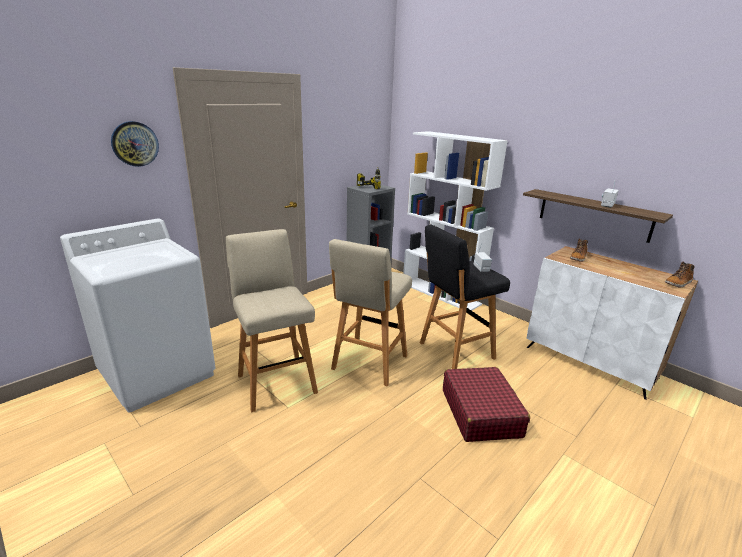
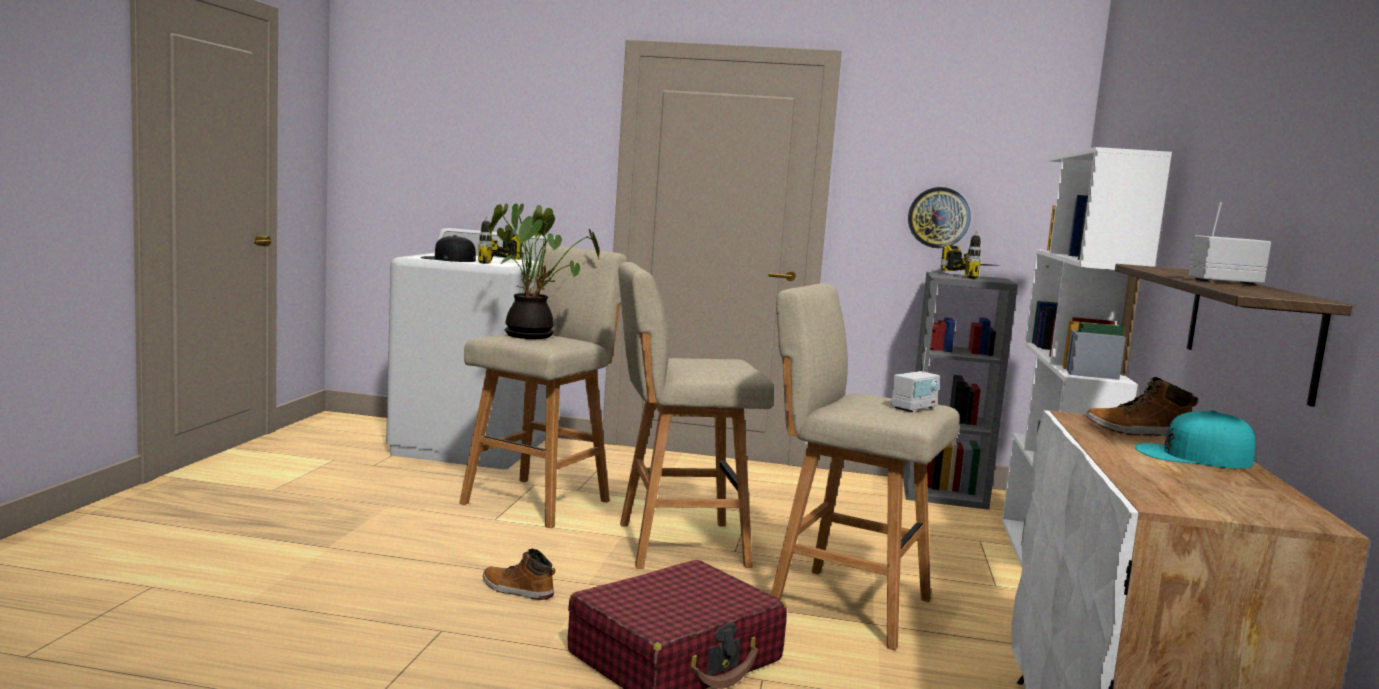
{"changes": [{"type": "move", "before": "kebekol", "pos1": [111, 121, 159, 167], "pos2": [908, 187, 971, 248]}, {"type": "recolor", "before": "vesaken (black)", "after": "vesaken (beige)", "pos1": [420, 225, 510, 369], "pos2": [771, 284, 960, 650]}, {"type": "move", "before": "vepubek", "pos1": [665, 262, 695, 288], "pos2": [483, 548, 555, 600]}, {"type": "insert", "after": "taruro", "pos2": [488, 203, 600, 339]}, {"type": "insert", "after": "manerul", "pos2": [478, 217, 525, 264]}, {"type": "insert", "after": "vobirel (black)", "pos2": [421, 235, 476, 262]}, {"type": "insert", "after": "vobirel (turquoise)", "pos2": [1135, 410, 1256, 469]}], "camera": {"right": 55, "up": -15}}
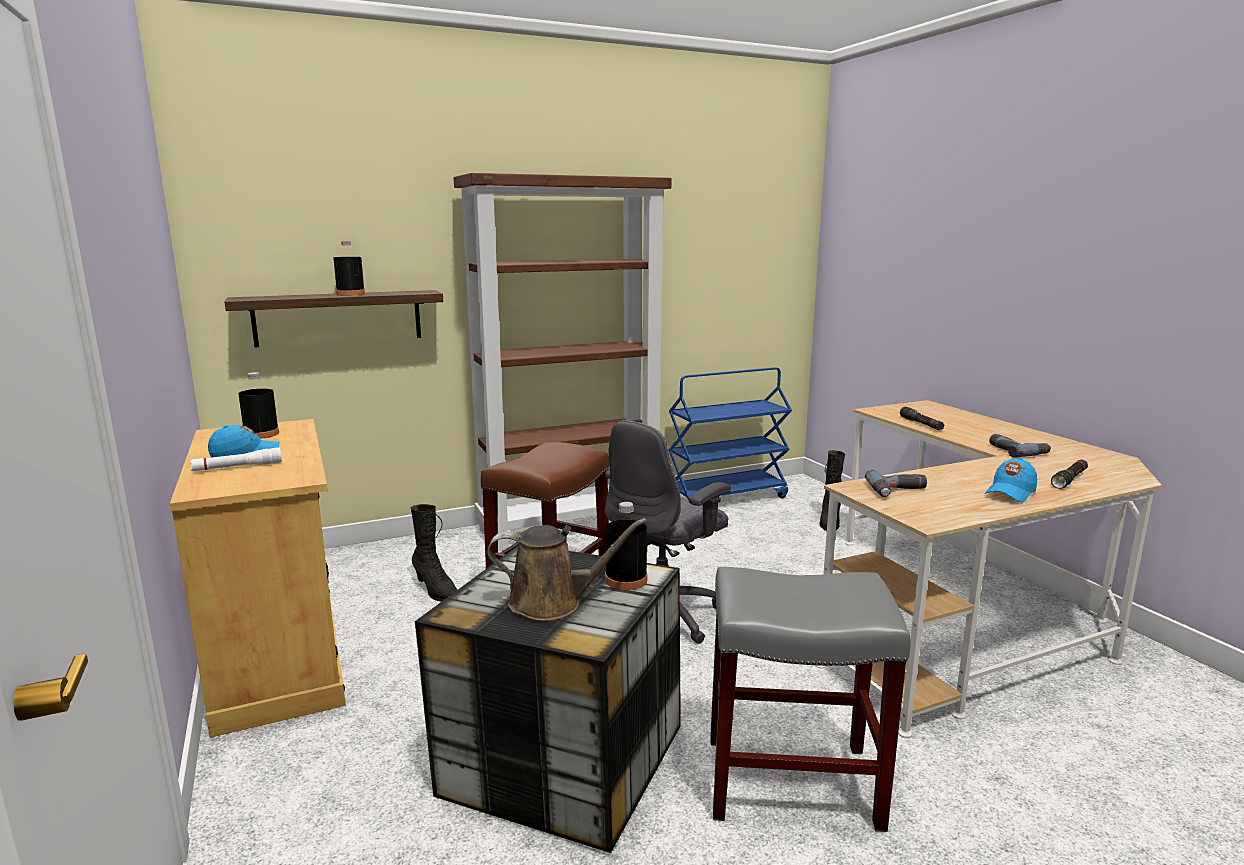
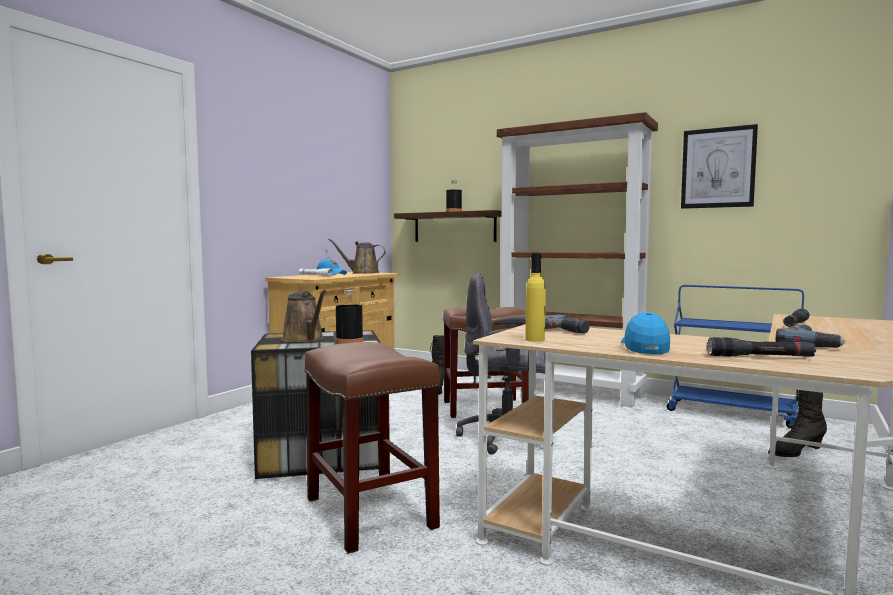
{"changes": [{"type": "replace", "before": "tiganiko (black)", "after": "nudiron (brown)", "pos1": [238, 372, 279, 439], "pos2": [328, 239, 386, 274]}, {"type": "rotate", "before": "vobirel (blue)", "pos1": [984, 458, 1037, 502], "pos2": [621, 312, 670, 354], "turn": 90}, {"type": "recolor", "before": "vesaken (grey)", "after": "vesaken (brown)", "pos1": [710, 567, 911, 832], "pos2": [304, 342, 440, 554]}, {"type": "insert", "after": "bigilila", "pos2": [681, 124, 758, 209]}, {"type": "insert", "after": "tiganiko (yellow)", "pos2": [525, 253, 546, 342]}], "camera": {"right": 55, "up": -10}}
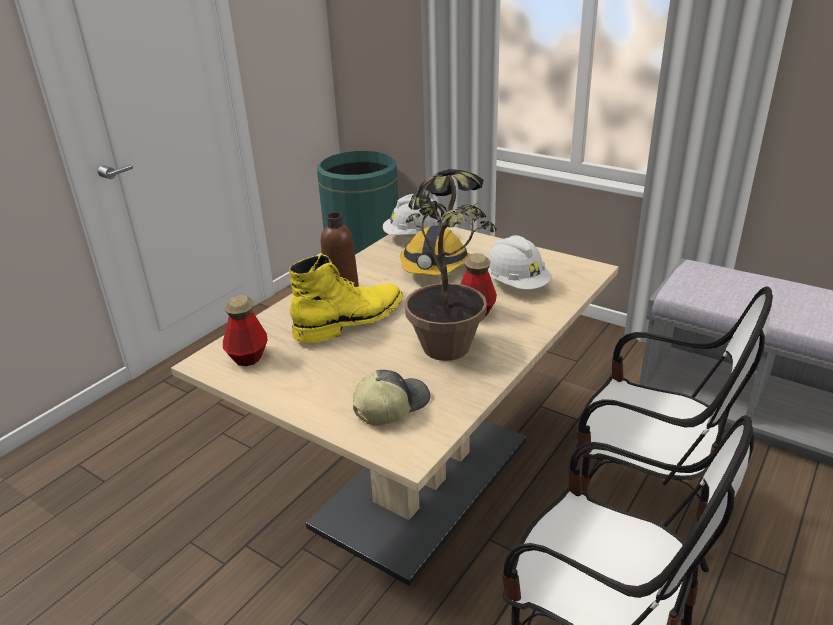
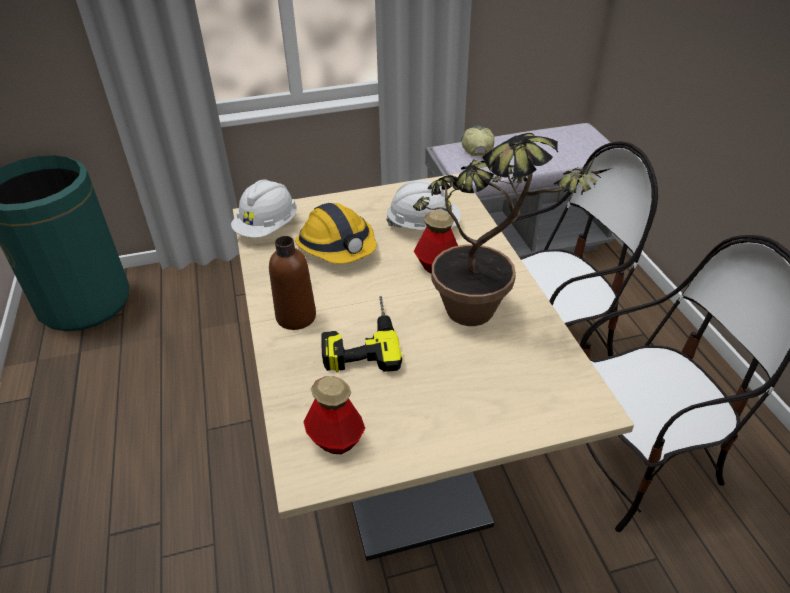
{"changes": [{"type": "replace", "before": "vepubek (yellow)", "after": "manerul", "pos1": [289, 254, 403, 343], "pos2": [321, 296, 402, 372]}, {"type": "move", "before": "vobirel", "pos1": [353, 370, 430, 426], "pos2": [461, 125, 494, 156]}], "camera": {"right": -50, "up": 10}}
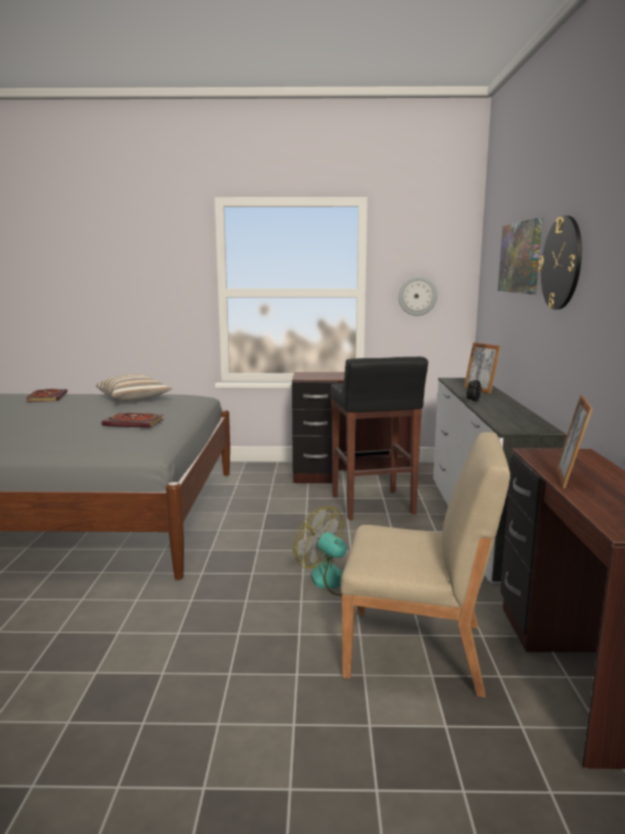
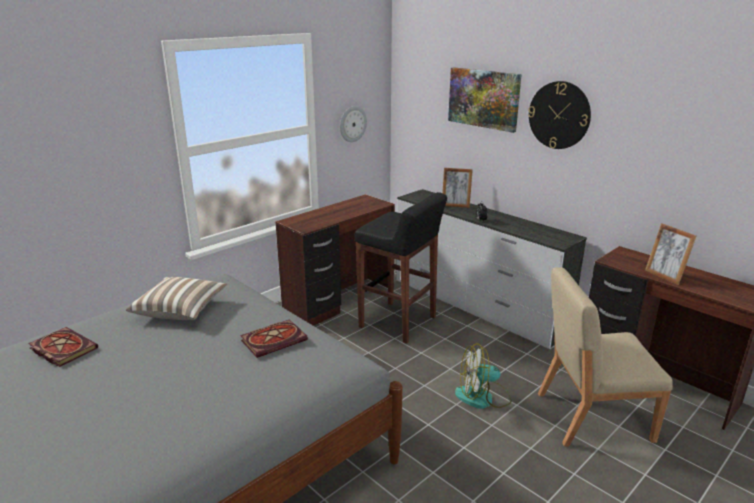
{"changes": [{"type": "rotate", "before": "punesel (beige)", "pos1": [340, 432, 510, 697], "pos2": [538, 267, 673, 447], "turn": -150}], "camera": {"right": -45, "up": 10}}
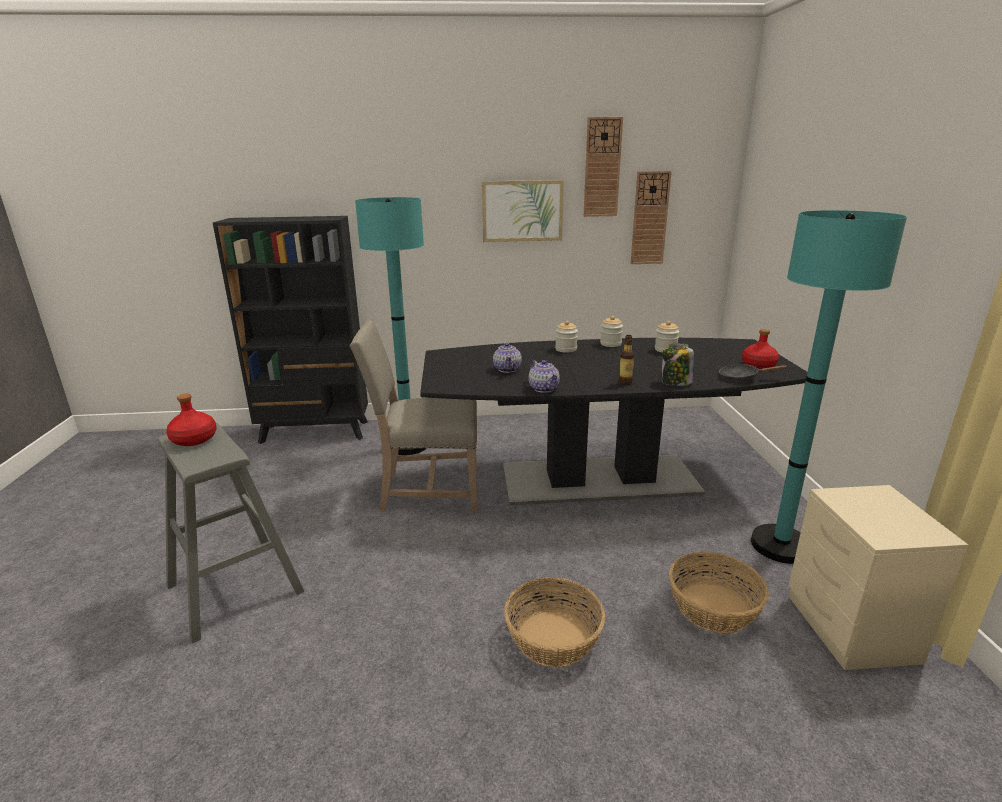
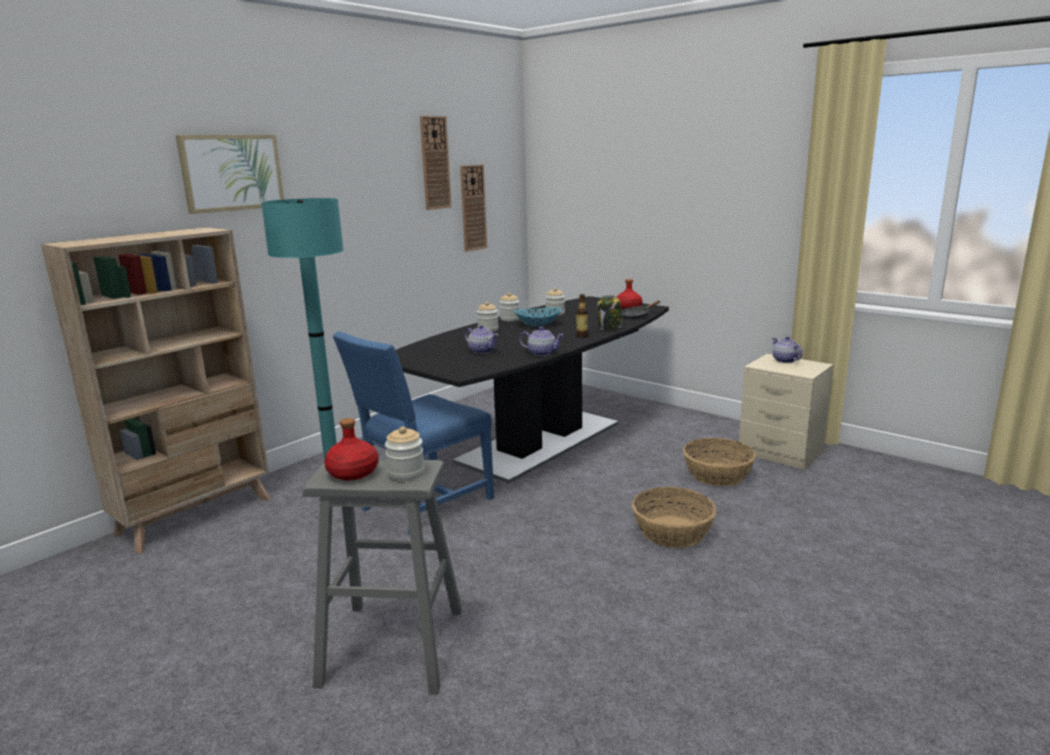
{"changes": [{"type": "move", "before": "bigilila", "pos1": [482, 180, 564, 242], "pos2": [176, 135, 284, 214]}, {"type": "delete", "before": "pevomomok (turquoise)", "pos1": [751, 210, 907, 564]}, {"type": "recolor", "before": "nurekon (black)", "after": "nurekon (beige)", "pos1": [213, 216, 368, 444], "pos2": [41, 227, 270, 553]}, {"type": "recolor", "before": "punesel (beige)", "after": "punesel (blue)", "pos1": [350, 320, 477, 513], "pos2": [333, 331, 494, 535]}, {"type": "insert", "after": "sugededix", "pos2": [514, 307, 561, 327]}, {"type": "insert", "after": "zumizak", "pos2": [772, 336, 803, 363]}, {"type": "insert", "after": "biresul", "pos2": [385, 426, 425, 481]}], "camera": {"right": -45, "up": -5}}
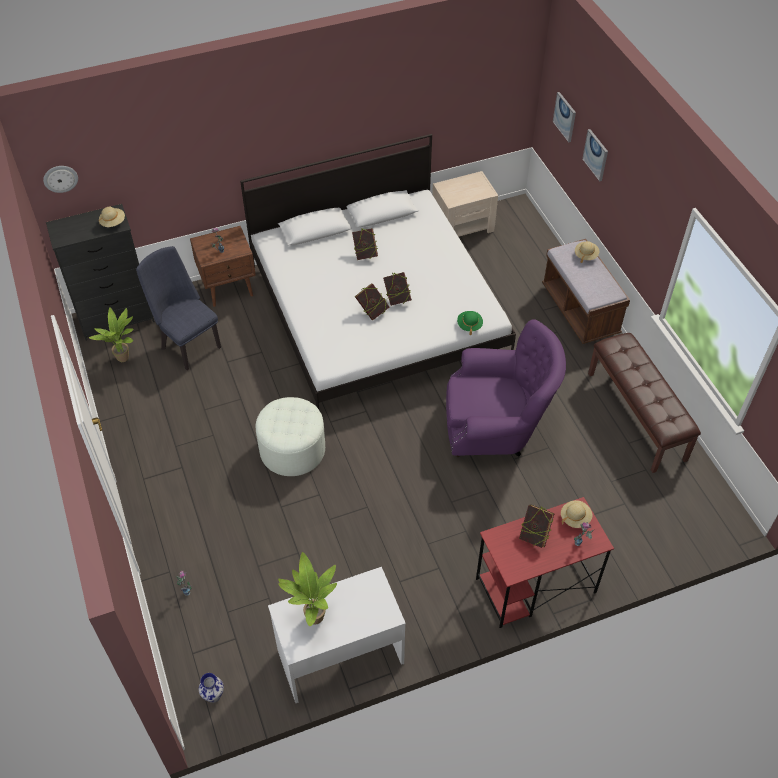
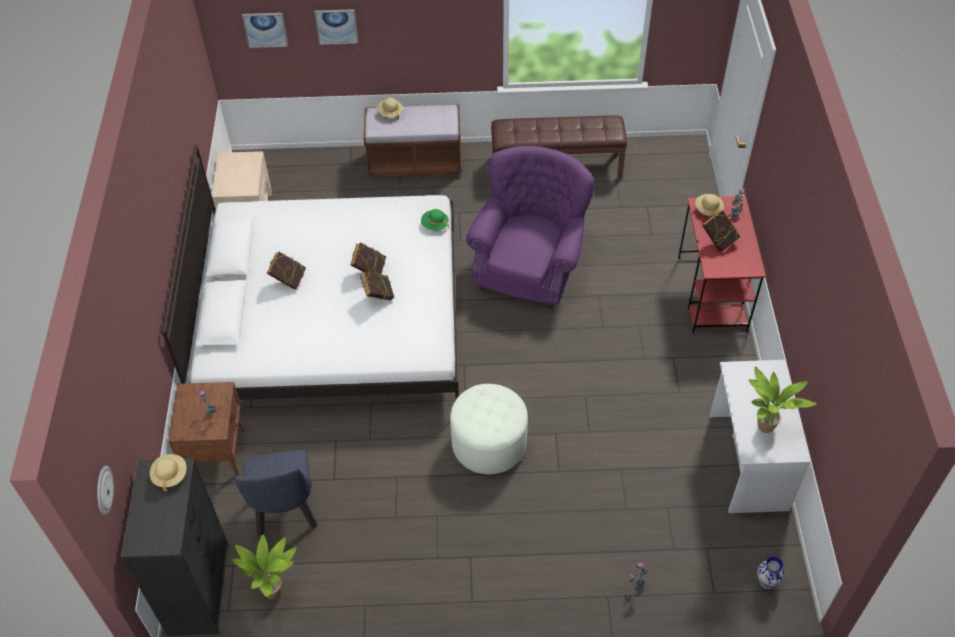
{"changes": [{"type": "rotate", "before": "punesel (blue)", "pos1": [136, 246, 221, 370], "pos2": [235, 450, 317, 537], "turn": -75}], "camera": {"right": -70, "up": 0}}
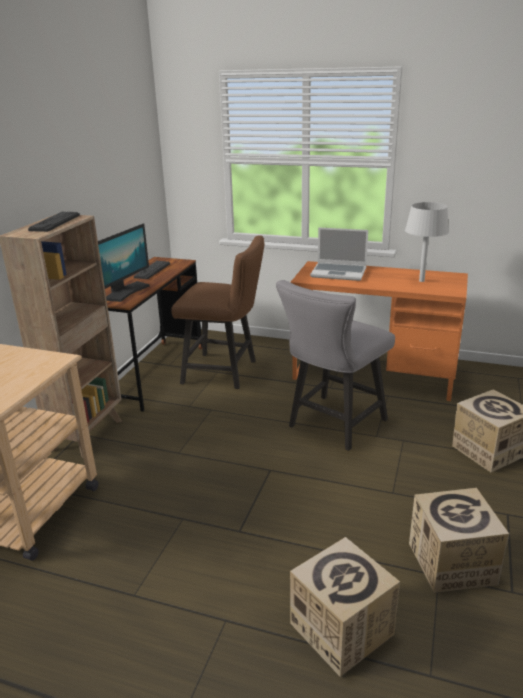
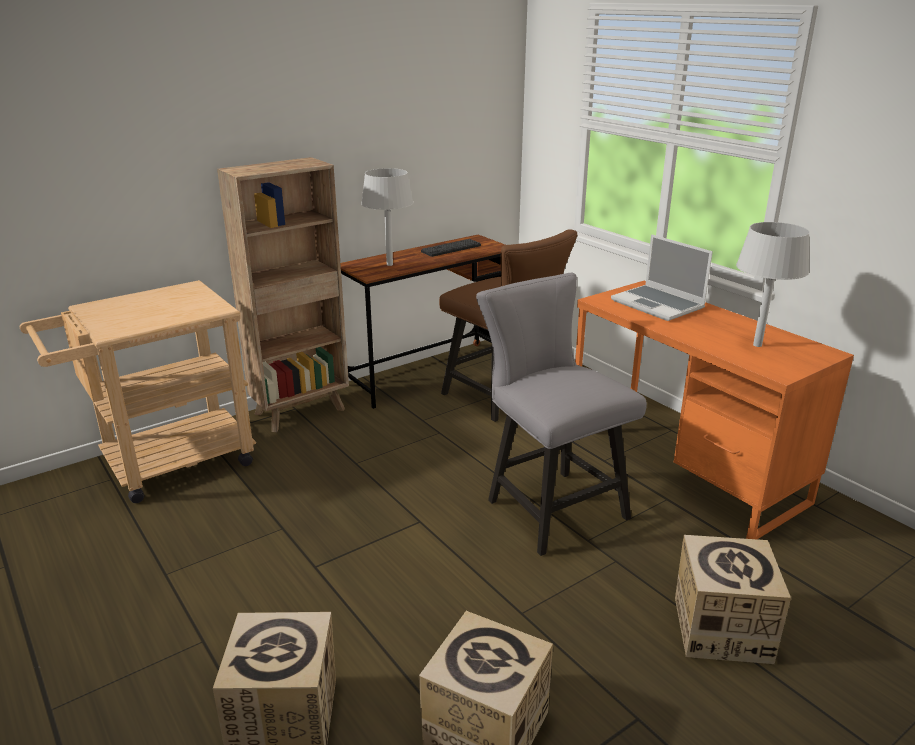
{"changes": [{"type": "delete", "before": "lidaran", "pos1": [28, 212, 80, 232]}, {"type": "replace", "before": "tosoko", "after": "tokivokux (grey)", "pos1": [98, 223, 150, 302], "pos2": [361, 168, 413, 266]}, {"type": "rotate", "before": "punesel (grey)", "pos1": [276, 280, 395, 451], "pos2": [476, 273, 647, 556], "turn": 75}], "camera": {"right": 35, "up": 0}}
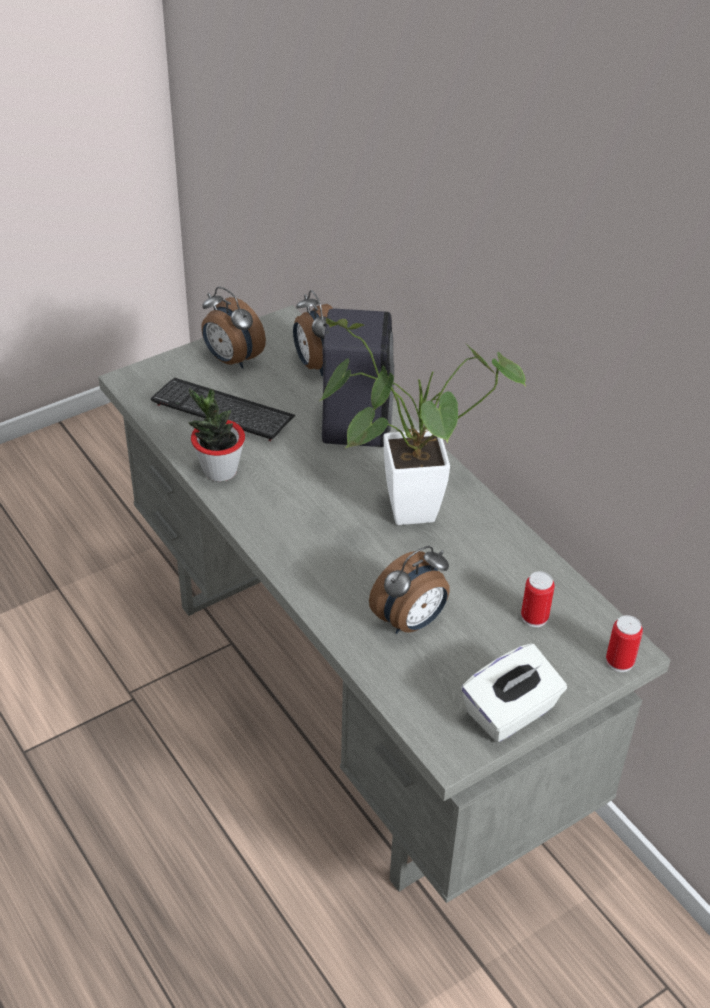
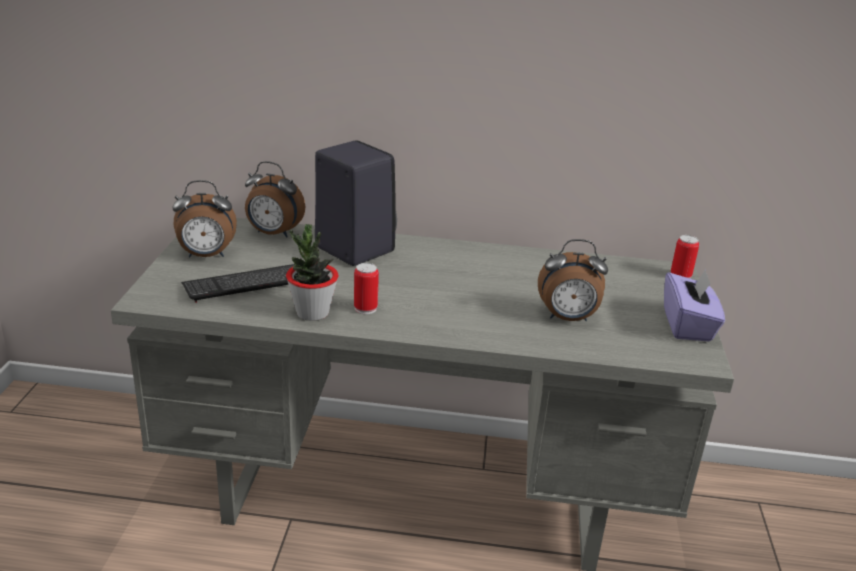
{"changes": [{"type": "delete", "before": "taruro", "pos1": [320, 318, 526, 525]}, {"type": "rotate", "before": "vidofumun", "pos1": [369, 546, 450, 634], "pos2": [538, 239, 608, 321], "turn": 90}, {"type": "move", "before": "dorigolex", "pos1": [521, 571, 555, 627], "pos2": [354, 263, 379, 314]}, {"type": "recolor", "before": "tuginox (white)", "after": "tuginox (purple)", "pos1": [461, 643, 567, 742], "pos2": [664, 269, 725, 342]}], "camera": {"right": -50, "up": -15}}
